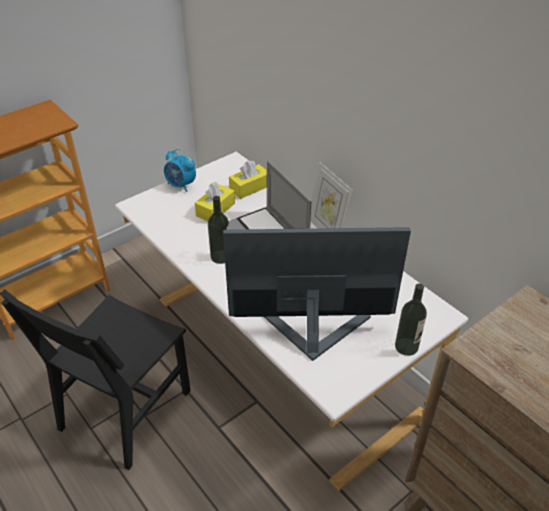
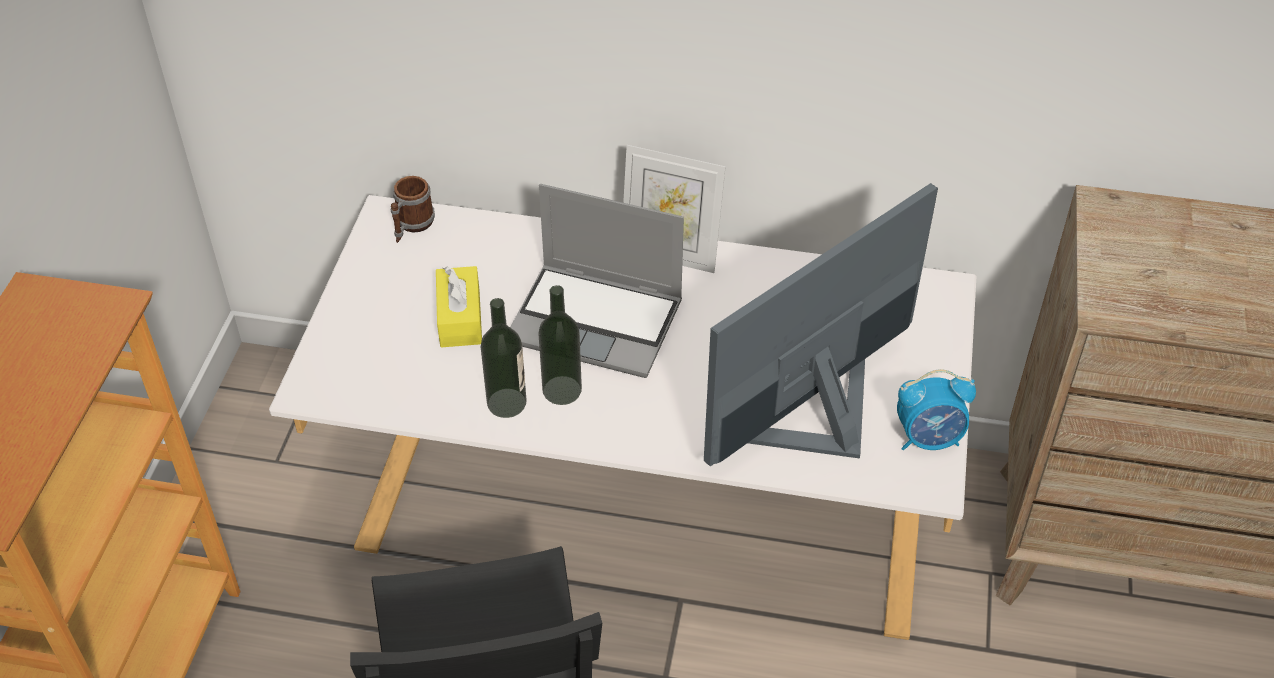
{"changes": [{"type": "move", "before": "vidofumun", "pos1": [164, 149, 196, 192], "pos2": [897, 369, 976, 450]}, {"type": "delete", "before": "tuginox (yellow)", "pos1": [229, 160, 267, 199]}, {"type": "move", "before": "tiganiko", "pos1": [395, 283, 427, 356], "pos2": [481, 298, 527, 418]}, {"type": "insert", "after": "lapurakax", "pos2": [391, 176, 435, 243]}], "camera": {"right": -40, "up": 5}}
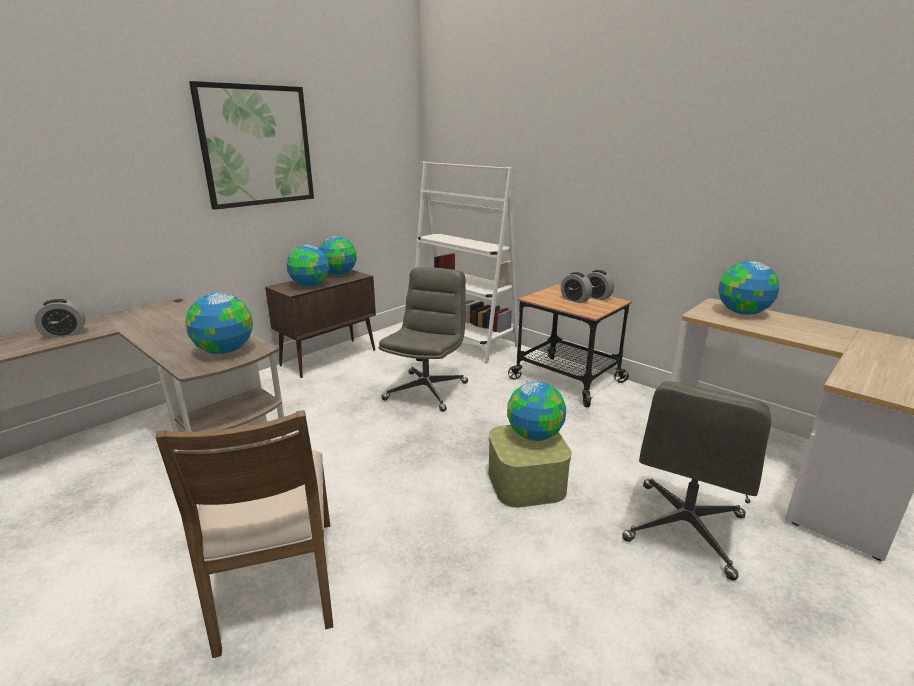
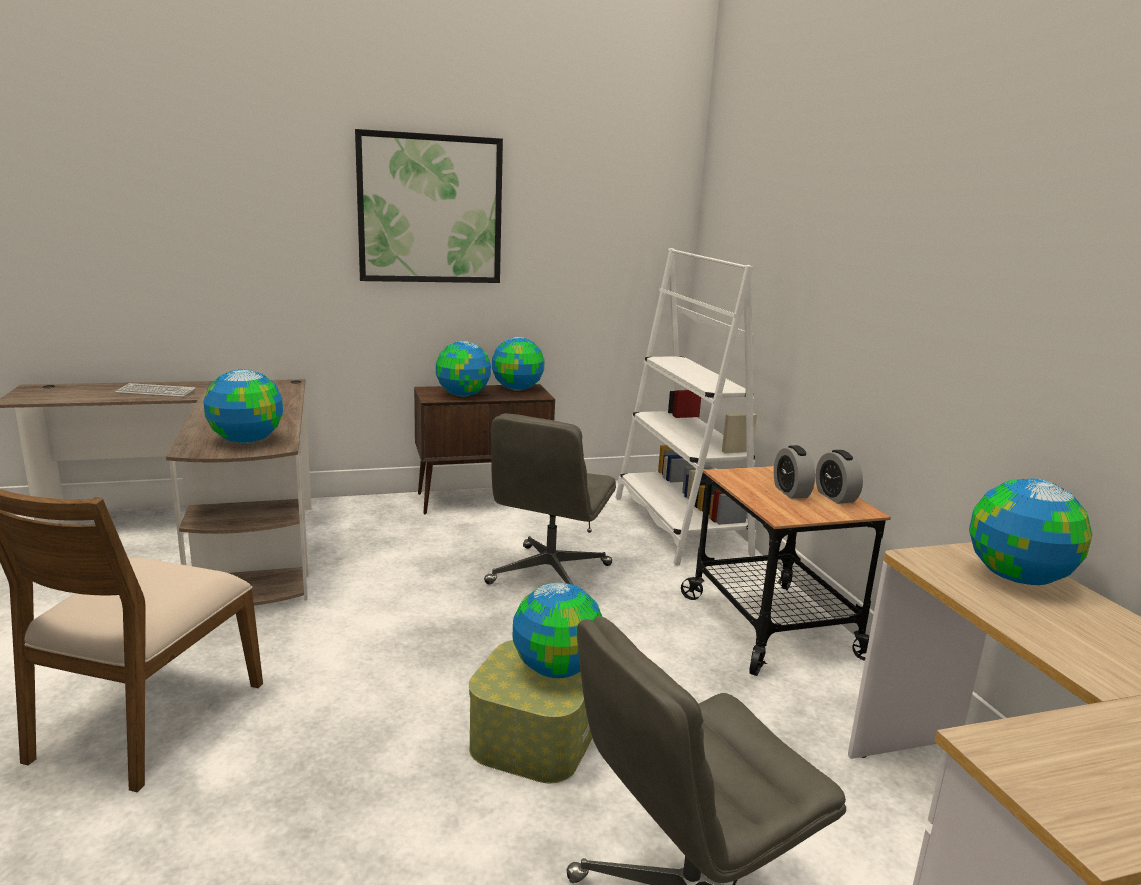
{"changes": [{"type": "rotate", "before": "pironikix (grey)", "pos1": [379, 267, 468, 412], "pos2": [484, 414, 616, 585], "turn": 150}, {"type": "replace", "before": "vidofumun", "after": "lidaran", "pos1": [34, 299, 85, 339], "pos2": [115, 383, 196, 397]}], "camera": {"right": 30, "up": -5}}
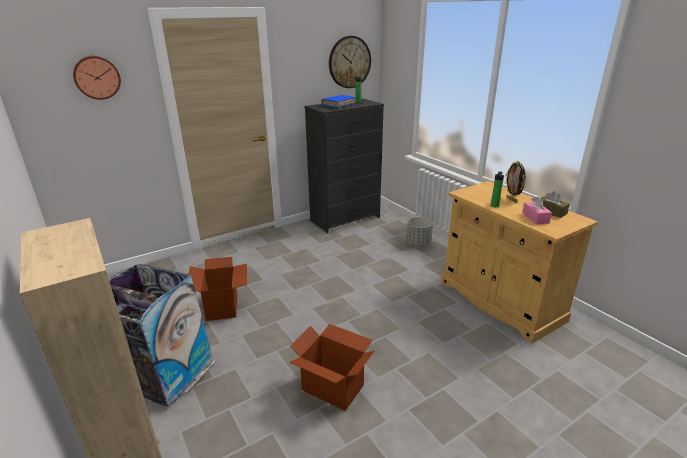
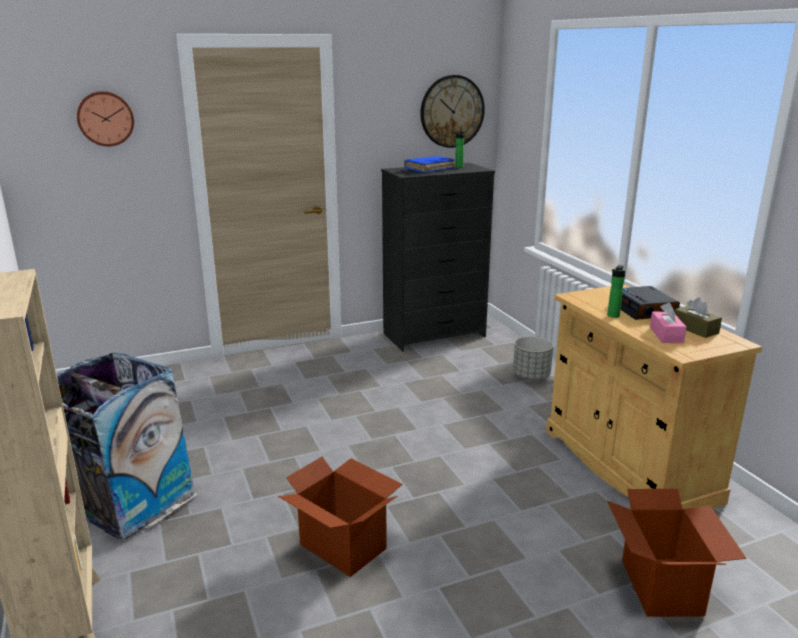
{"changes": [{"type": "replace", "before": "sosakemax", "after": "vidofumun", "pos1": [505, 161, 526, 203], "pos2": [621, 286, 680, 320]}, {"type": "move", "before": "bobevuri", "pos1": [188, 257, 247, 321], "pos2": [607, 489, 747, 617]}], "camera": {"right": 10, "up": -5}}
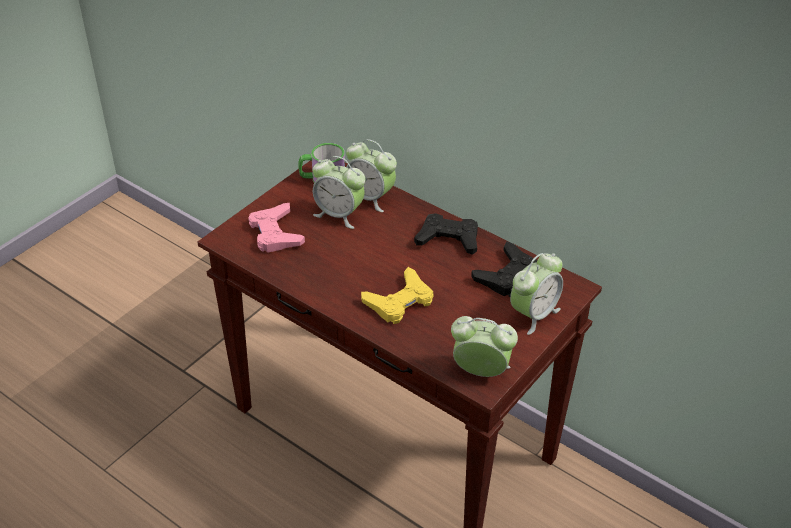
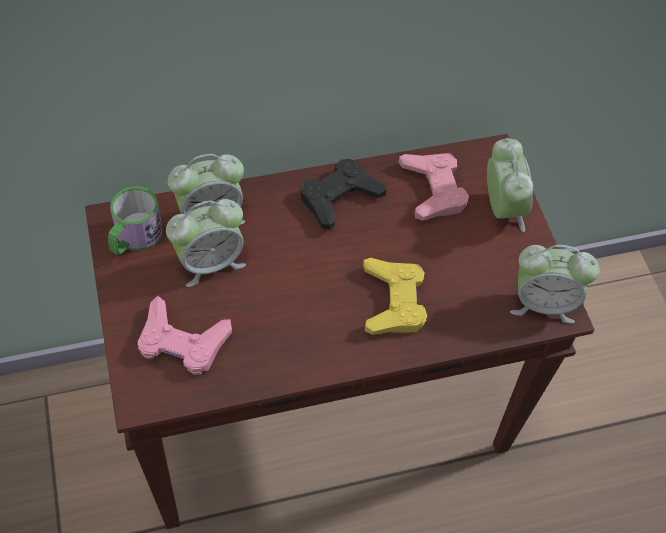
{"changes": [{"type": "recolor", "before": "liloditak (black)", "after": "liloditak (pink)", "pos1": [471, 241, 537, 297], "pos2": [399, 153, 469, 221]}, {"type": "rotate", "before": "vidofumun", "pos1": [451, 316, 518, 377], "pos2": [510, 245, 600, 324], "turn": -135}], "camera": {"right": -55, "up": 15}}
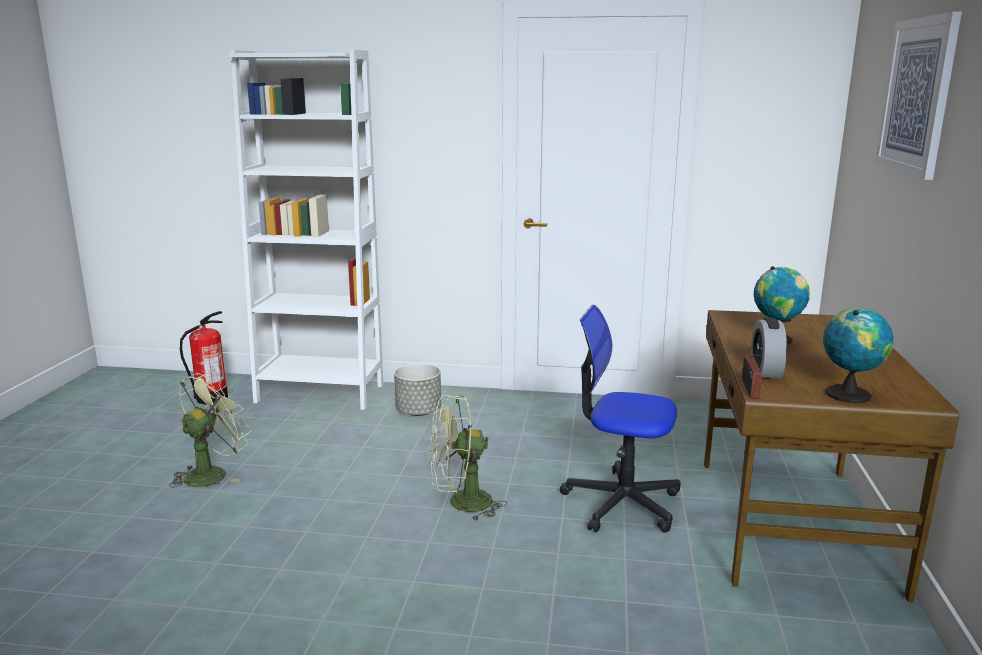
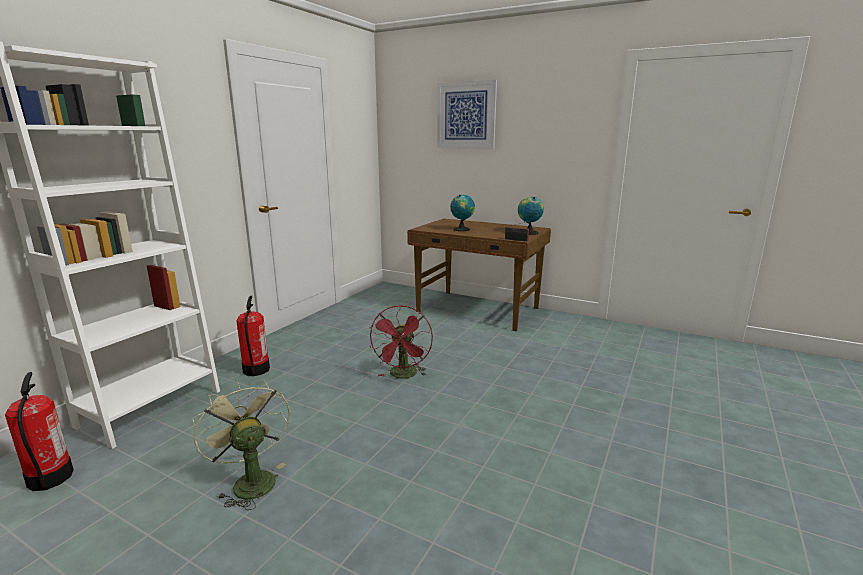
{"changes": [{"type": "delete", "before": "pironikix", "pos1": [560, 305, 681, 533]}, {"type": "delete", "before": "vidofumun", "pos1": [751, 317, 787, 379]}, {"type": "replace", "before": "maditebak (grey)", "after": "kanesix", "pos1": [394, 364, 441, 416], "pos2": [236, 296, 270, 376]}, {"type": "recolor", "before": "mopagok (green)", "after": "mopagok (red)", "pos1": [429, 395, 507, 522], "pos2": [370, 305, 433, 379]}], "camera": {"right": -70, "up": 0}}
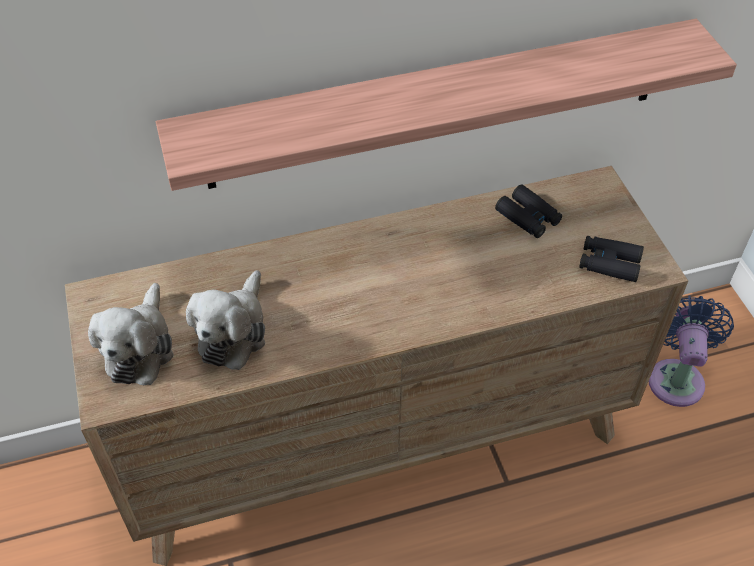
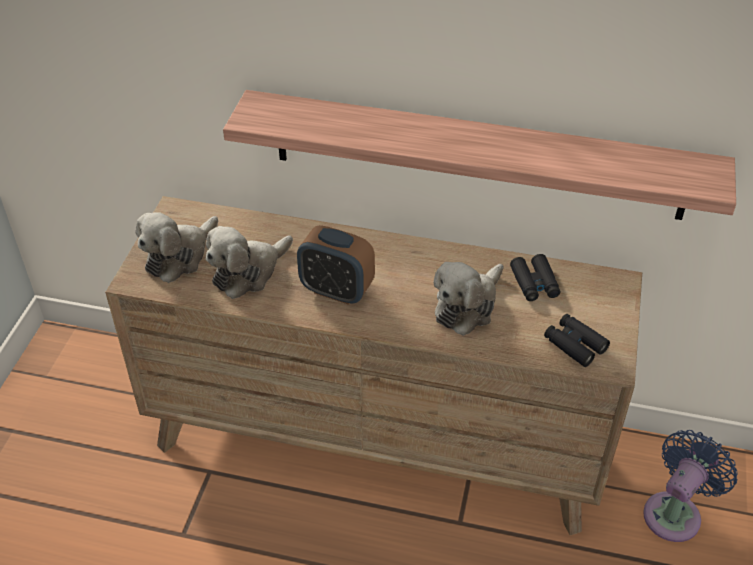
{"changes": [{"type": "insert", "after": "vidofumun", "pos2": [297, 225, 375, 305]}, {"type": "insert", "after": "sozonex", "pos2": [433, 262, 504, 336]}], "camera": {"right": 30, "up": -5}}
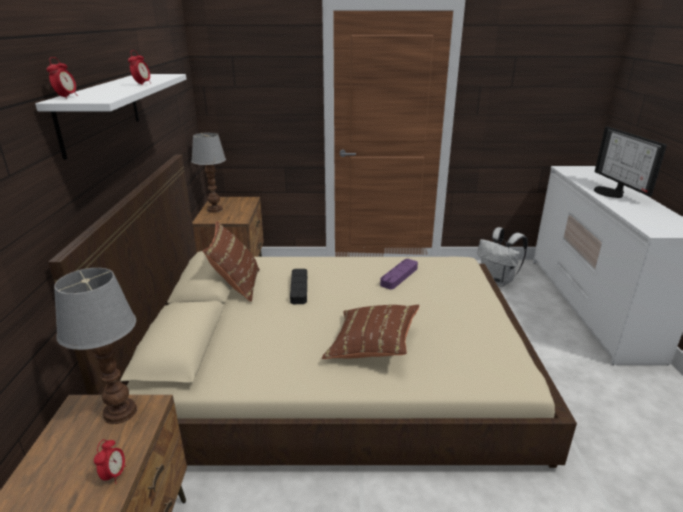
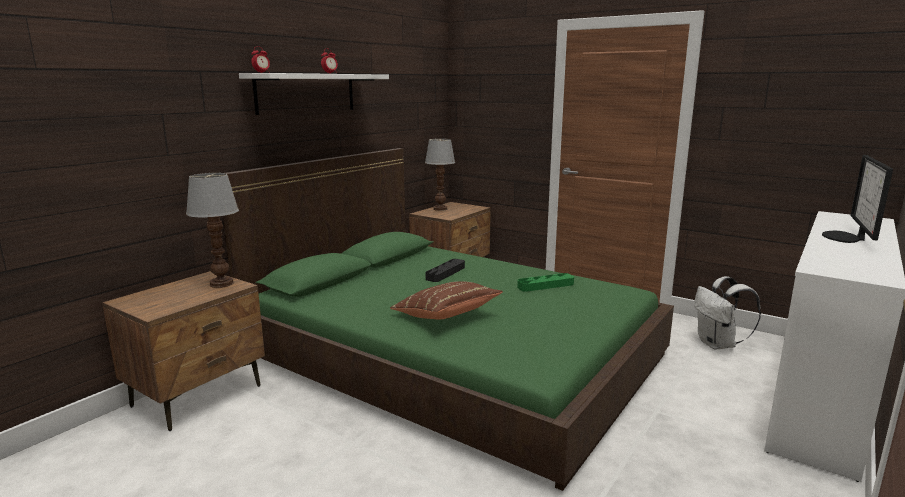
{"changes": [{"type": "recolor", "before": "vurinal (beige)", "after": "vurinal (green)", "pos1": [48, 154, 577, 468], "pos2": [223, 148, 674, 491]}, {"type": "delete", "before": "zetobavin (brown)", "pos1": [203, 221, 259, 302]}, {"type": "recolor", "before": "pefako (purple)", "after": "pefako (green)", "pos1": [380, 259, 418, 289], "pos2": [517, 273, 574, 292]}, {"type": "delete", "before": "vidofumun", "pos1": [94, 439, 126, 484]}], "camera": {"right": 35, "up": -10}}
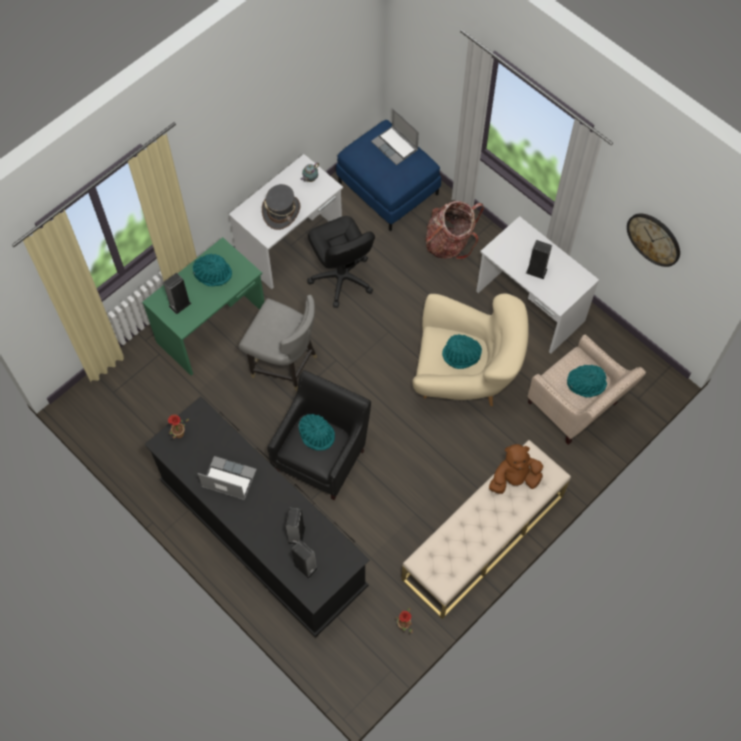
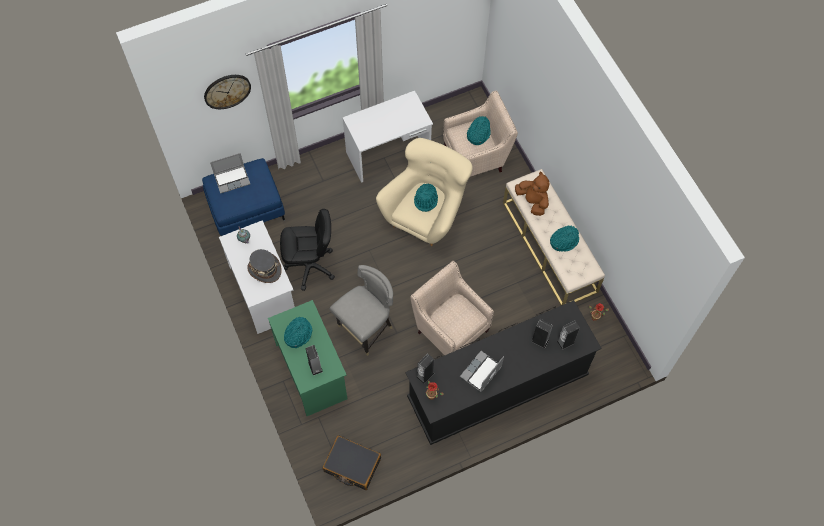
{"changes": [{"type": "delete", "before": "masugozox", "pos1": [425, 201, 484, 259]}, {"type": "move", "before": "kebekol", "pos1": [627, 213, 680, 267], "pos2": [204, 75, 251, 109]}, {"type": "move", "before": "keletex", "pos1": [526, 240, 552, 280], "pos2": [416, 353, 434, 384]}, {"type": "recolor", "before": "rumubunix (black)", "after": "rumubunix (beige)", "pos1": [268, 370, 371, 500], "pos2": [410, 261, 494, 355]}, {"type": "move", "before": "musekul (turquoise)", "pos1": [299, 414, 335, 451], "pos2": [550, 226, 579, 251]}, {"type": "rotate", "before": "sozonex (brown)", "pos1": [489, 444, 543, 494], "pos2": [515, 172, 549, 216], "turn": 135}, {"type": "insert", "after": "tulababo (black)", "pos2": [322, 435, 381, 490]}], "camera": {"right": -70, "up": 0}}
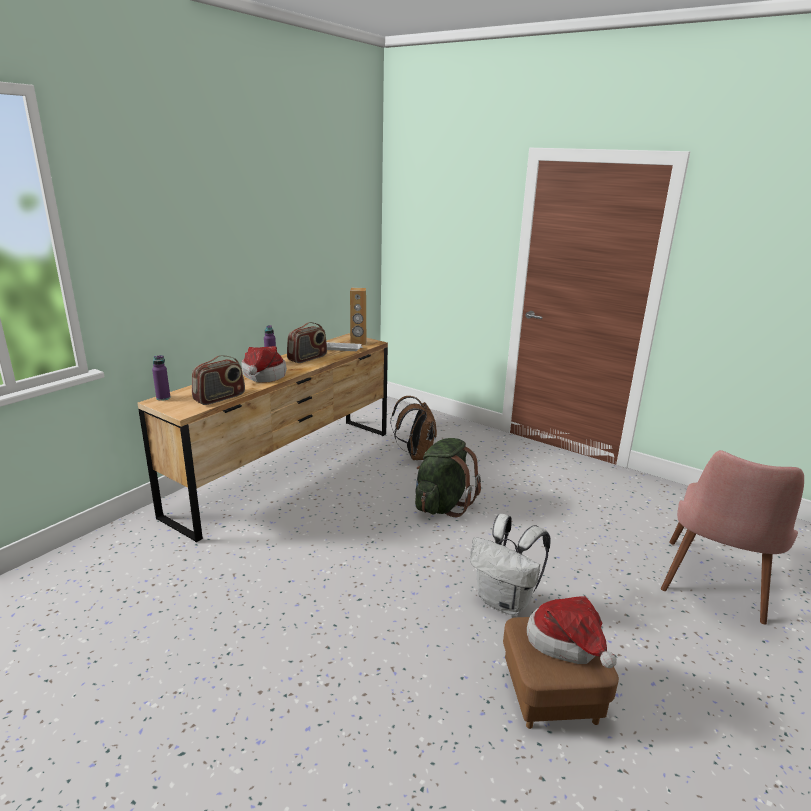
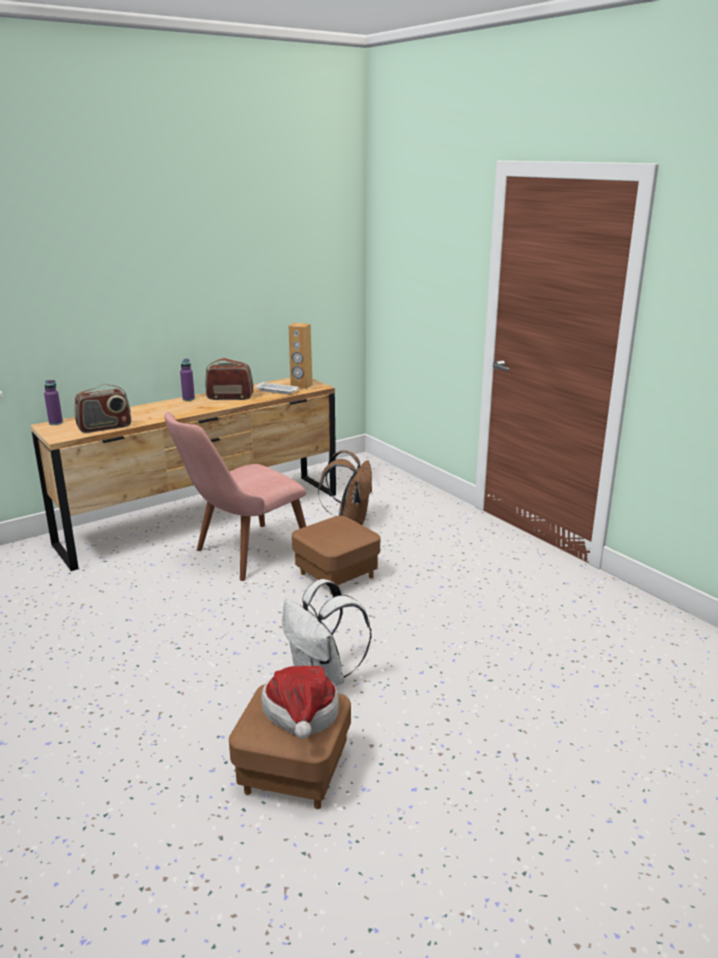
{"changes": [{"type": "rotate", "before": "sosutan", "pos1": [287, 322, 327, 363], "pos2": [205, 358, 254, 400], "turn": -150}, {"type": "delete", "before": "musekul", "pos1": [241, 346, 287, 382]}, {"type": "replace", "before": "masugozox (green)", "after": "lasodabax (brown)", "pos1": [415, 438, 481, 517], "pos2": [292, 516, 380, 595]}, {"type": "move", "before": "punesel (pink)", "pos1": [661, 450, 804, 625], "pos2": [165, 412, 306, 581]}], "camera": {"right": 20, "up": 0}}
